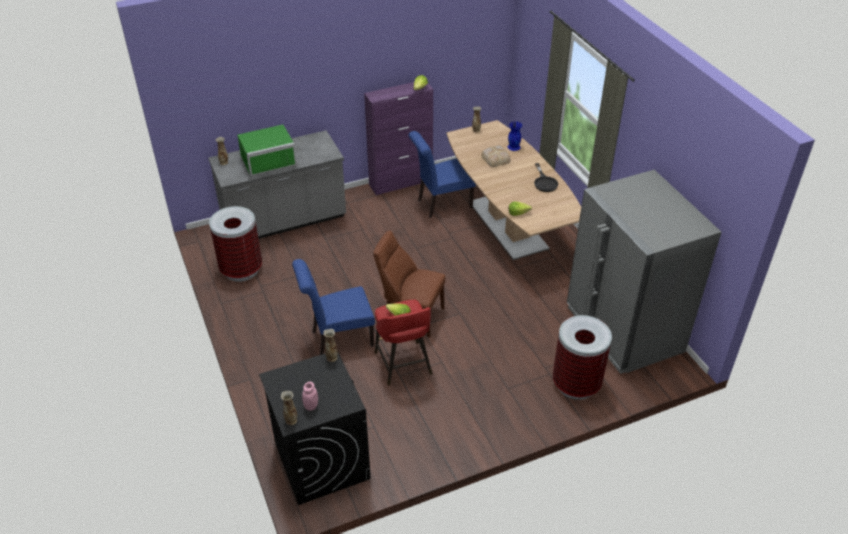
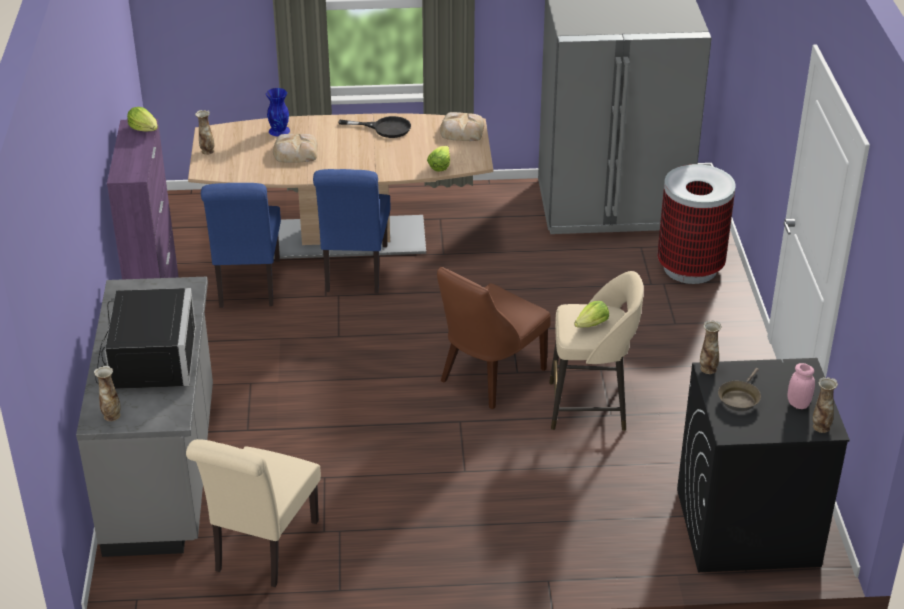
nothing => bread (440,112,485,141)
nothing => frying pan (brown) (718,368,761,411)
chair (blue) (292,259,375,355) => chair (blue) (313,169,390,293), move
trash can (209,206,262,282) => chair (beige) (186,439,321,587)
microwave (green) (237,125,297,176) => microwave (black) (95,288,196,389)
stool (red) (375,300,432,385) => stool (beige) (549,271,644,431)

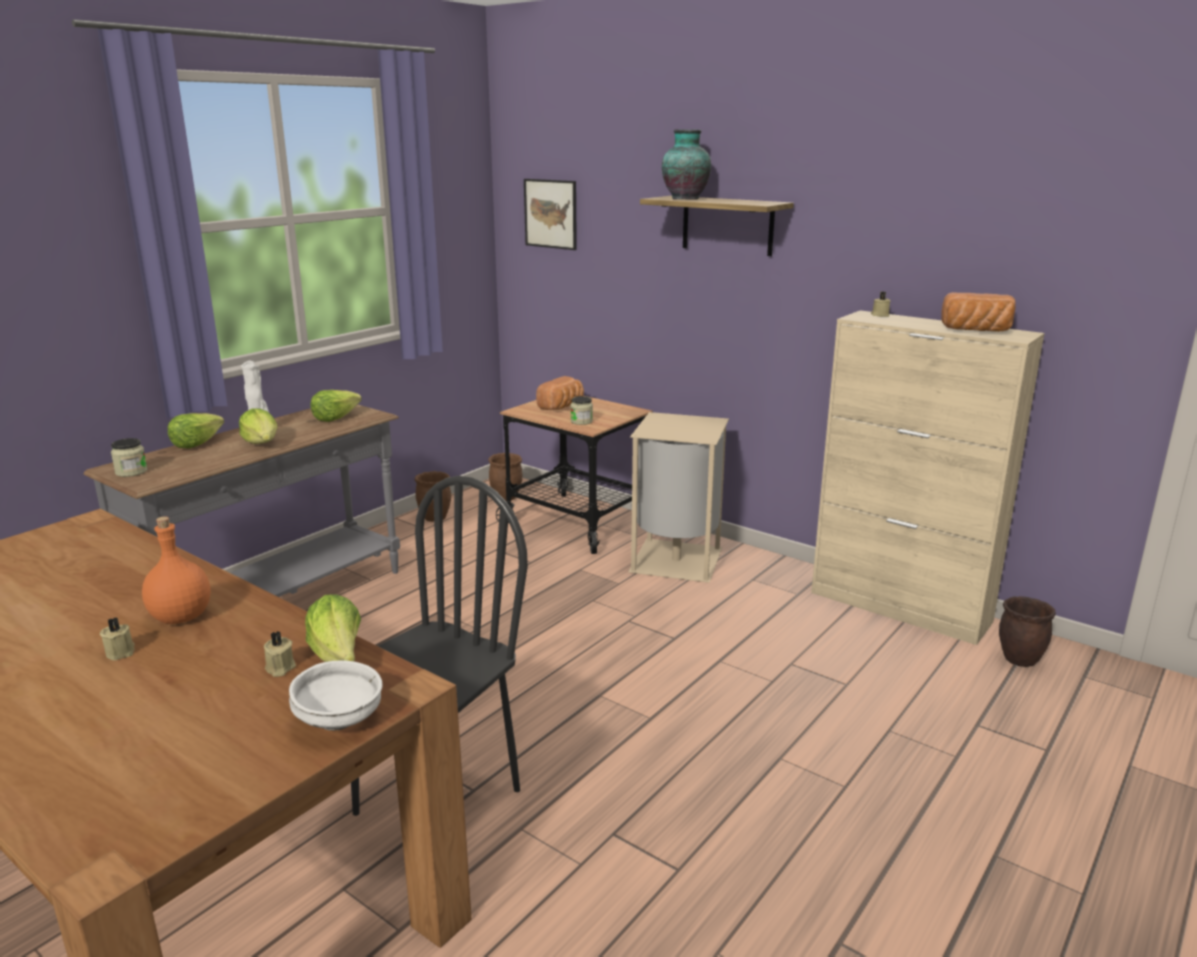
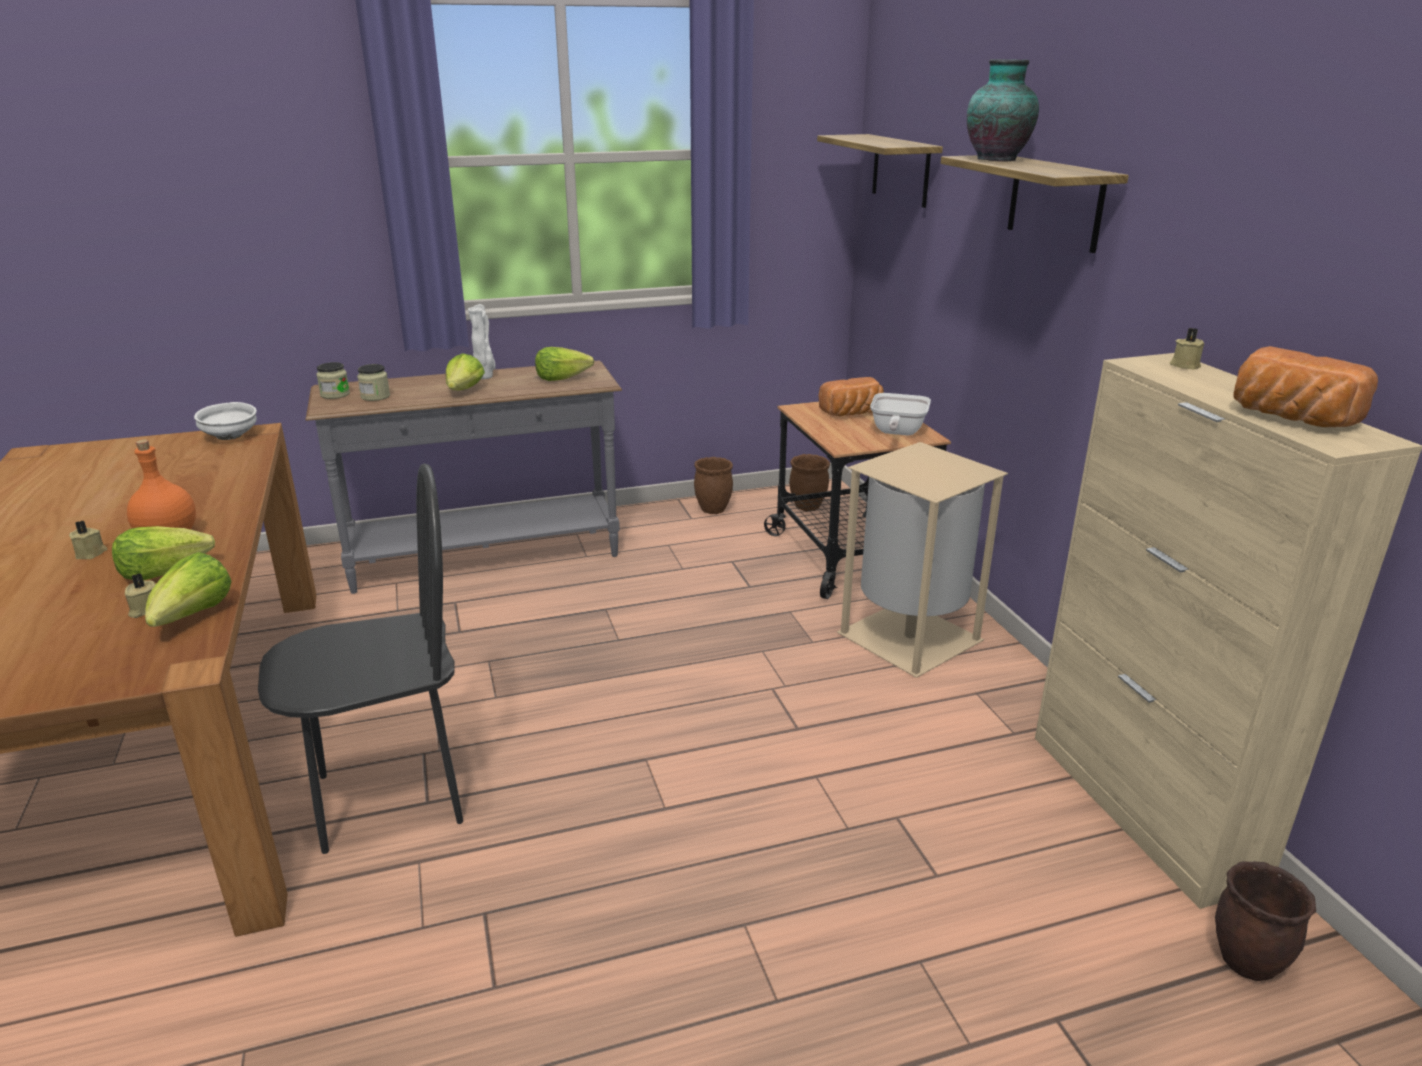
nothing => frying pan (870,393,931,435)
lettuce (168,413,224,448) => lettuce (112,526,215,580), move
bowl (white) (289,661,382,731) => bowl (white) (194,402,257,440), move
jar (571,396,593,425) => jar (357,364,390,401), move
picture (524,179,577,250) => shelf (817,134,943,208)

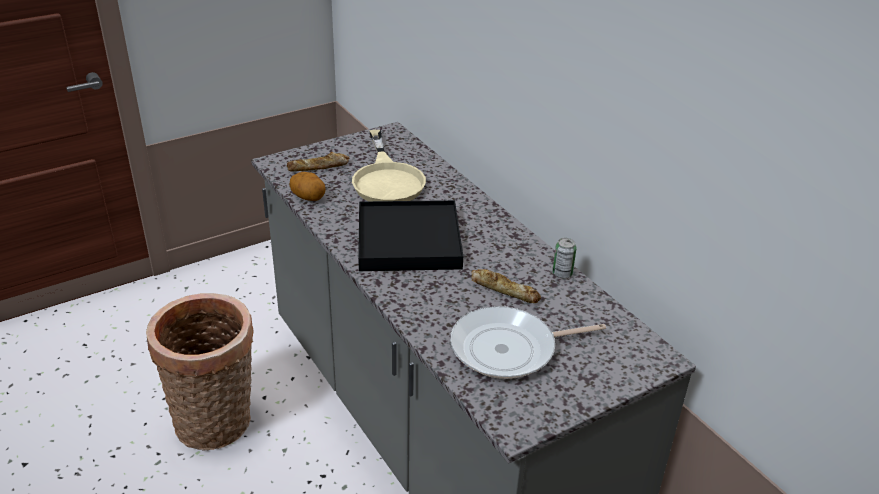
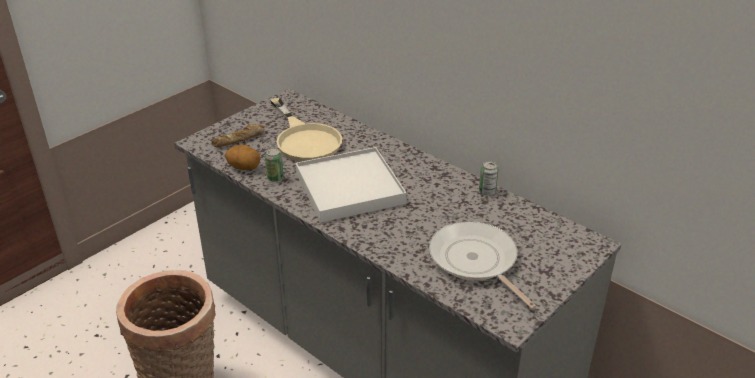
bread (471,269,541,303) => nothing
nothing => can (265,148,284,182)
tray (black) (358,200,463,271) => tray (white) (296,147,407,223)
frying pan (450,306,606,379) => frying pan (429,221,536,309), 90 degrees clockwise

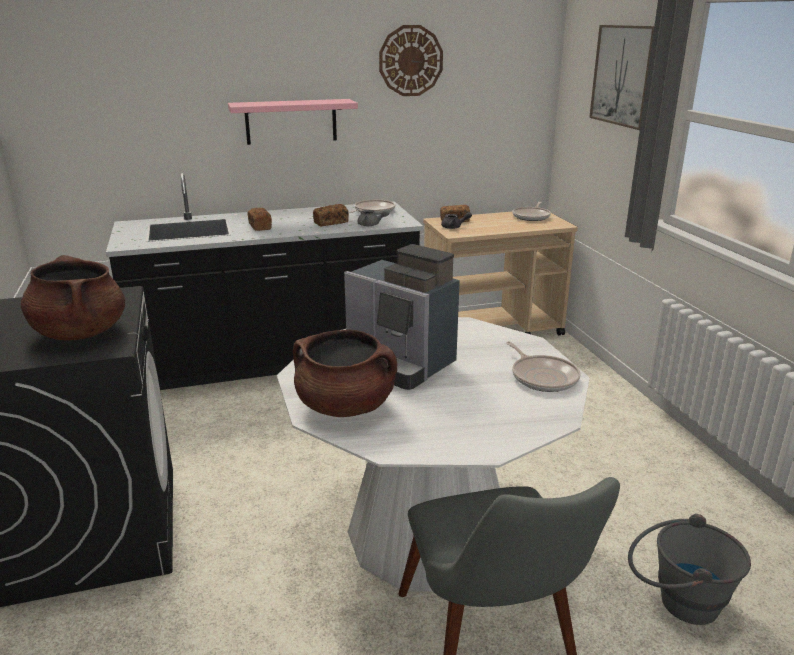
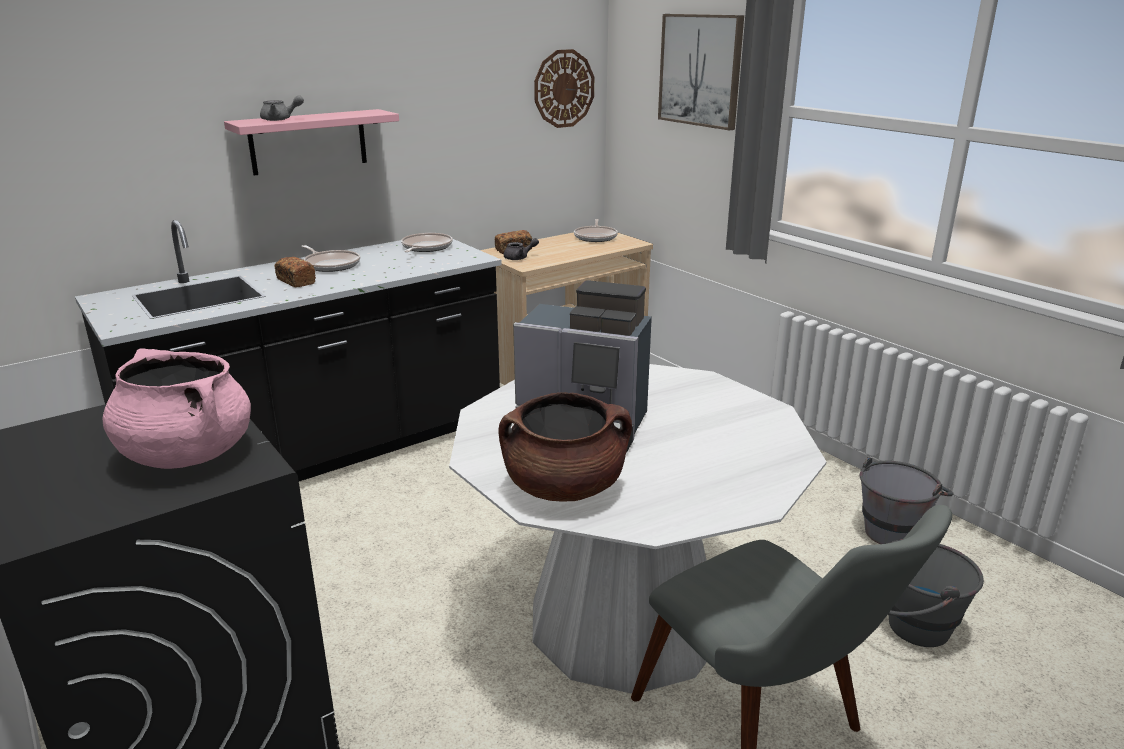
bread (313,204,349,227) => nothing
nothing => bucket (grey) (860,457,954,544)
teapot (grey) (357,209,390,226) => teapot (grey) (260,95,304,121), move
wall clock (379,25,443,96) => wall clock (534,49,594,128), move
frying pan (506,342,581,392) => frying pan (301,245,360,272), move
cooking pot (brown) (21,255,125,340) => cooking pot (pink) (102,348,251,469)

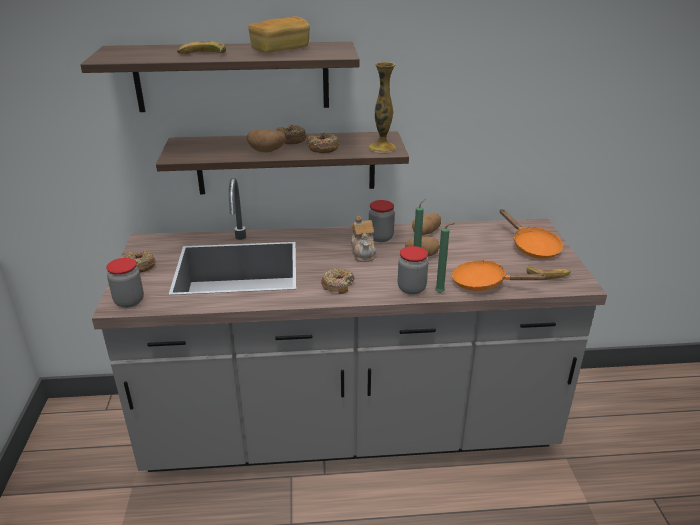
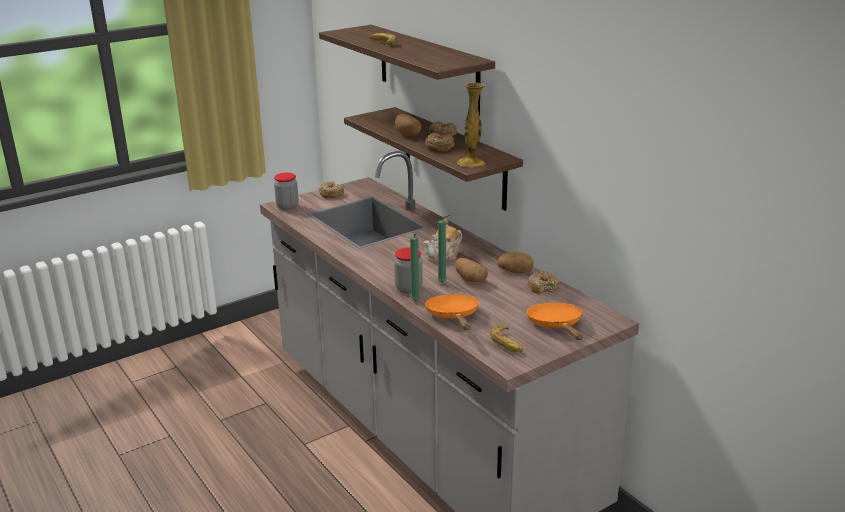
bread (248,16,310,53) => nothing
jar (369,200,395,242) => nothing
donut (321,268,354,294) => donut (527,271,559,294), move
frying pan (orange) (500,209,563,259) => frying pan (orange) (527,302,583,340), 135 degrees clockwise

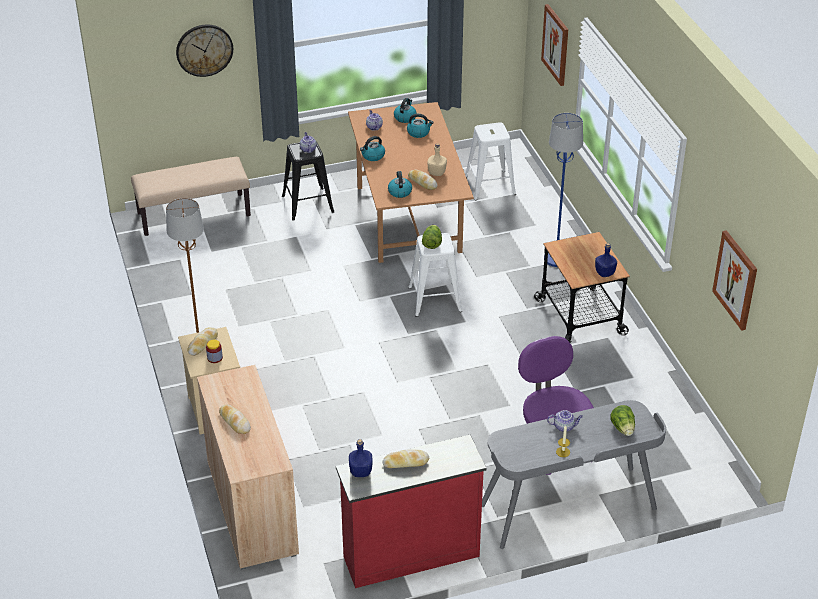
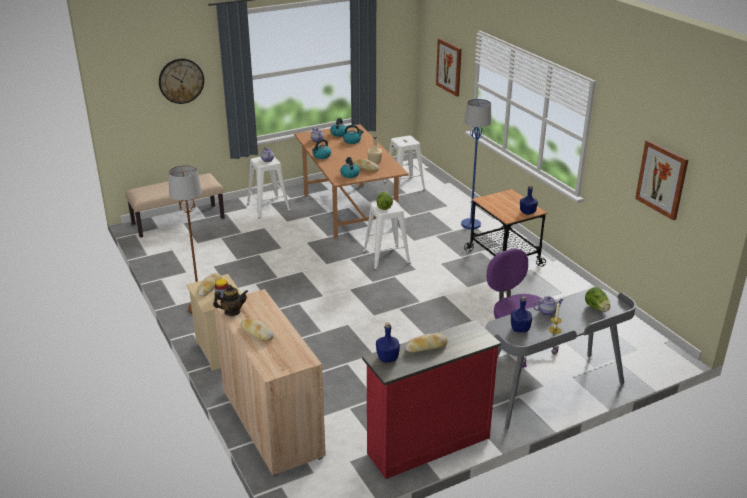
nothing => teapot (213,285,248,316)
nothing => bottle (blue) (511,296,532,333)
stool (black) (282,141,334,220) => stool (white) (247,157,291,218)

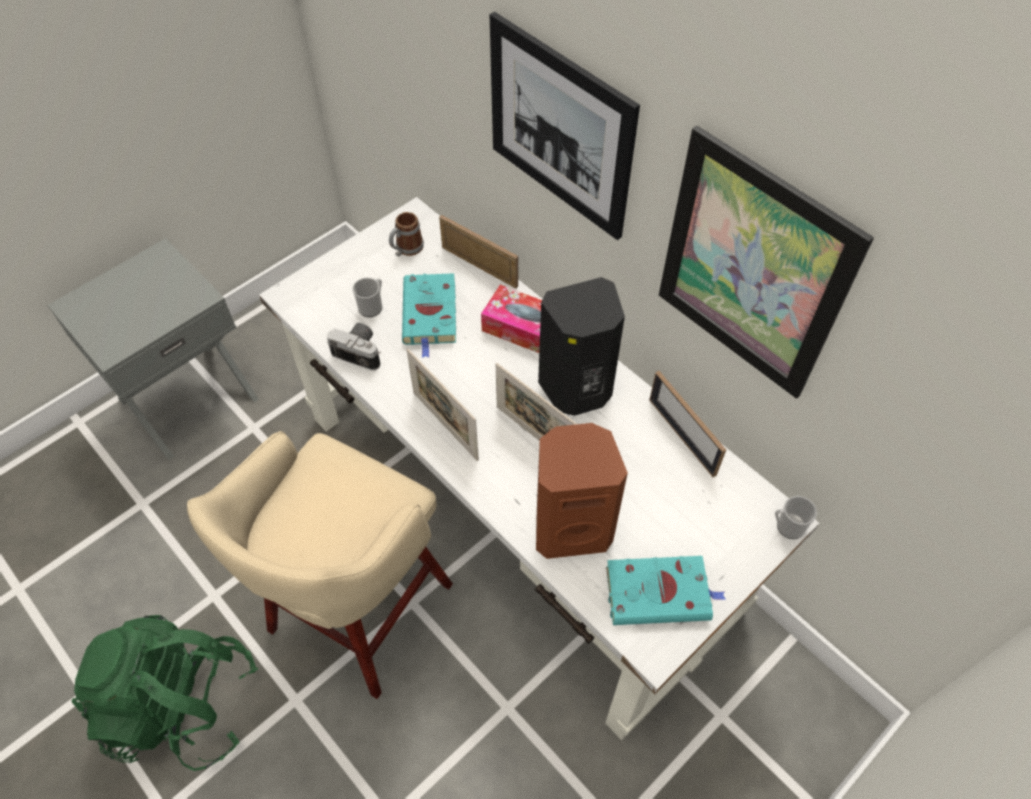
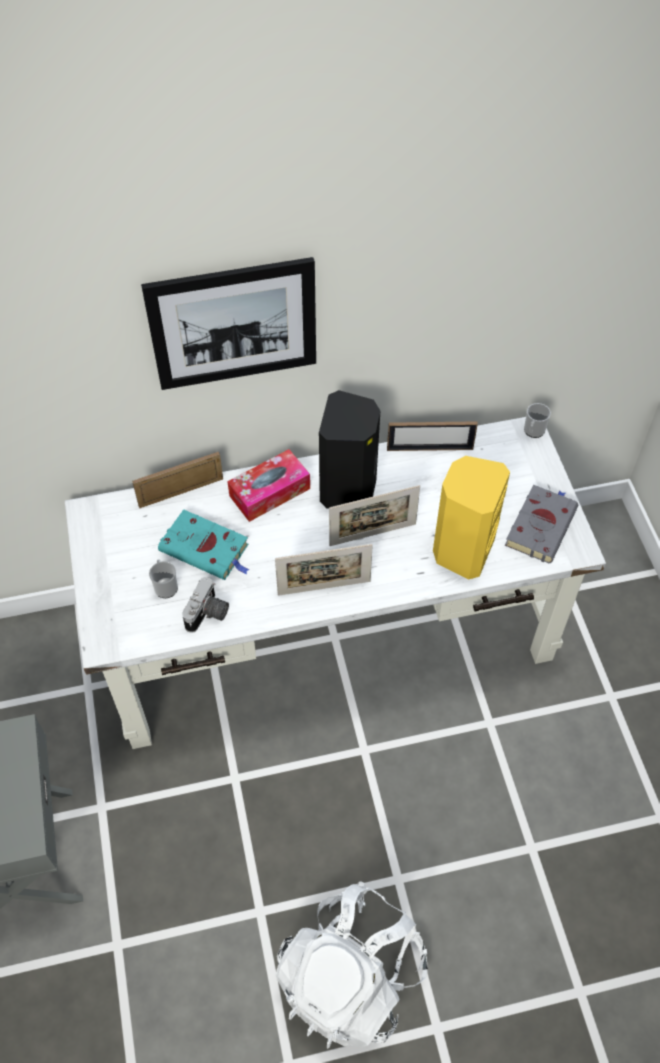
stool (beige) (187,431,453,699) => nothing
mug (389,212,424,257) => nothing
picture (659,126,874,399) => nothing
backpack (green) (71,615,258,771) => backpack (white) (275,881,428,1049)
speaker (brown) (536,423,628,559) => speaker (yellow) (433,456,510,580)
book (turquoise) (606,556,726,625) => book (grey) (505,485,578,563)
photo camera (327,323,381,371) => photo camera (182,577,229,633), 150 degrees clockwise

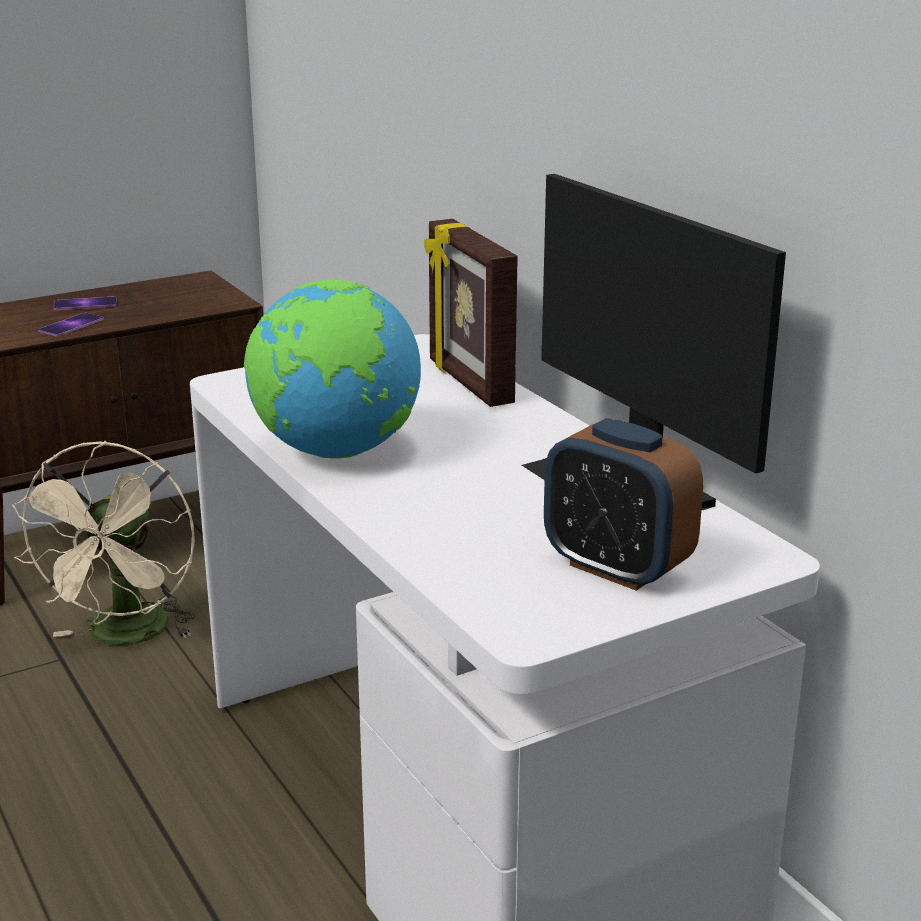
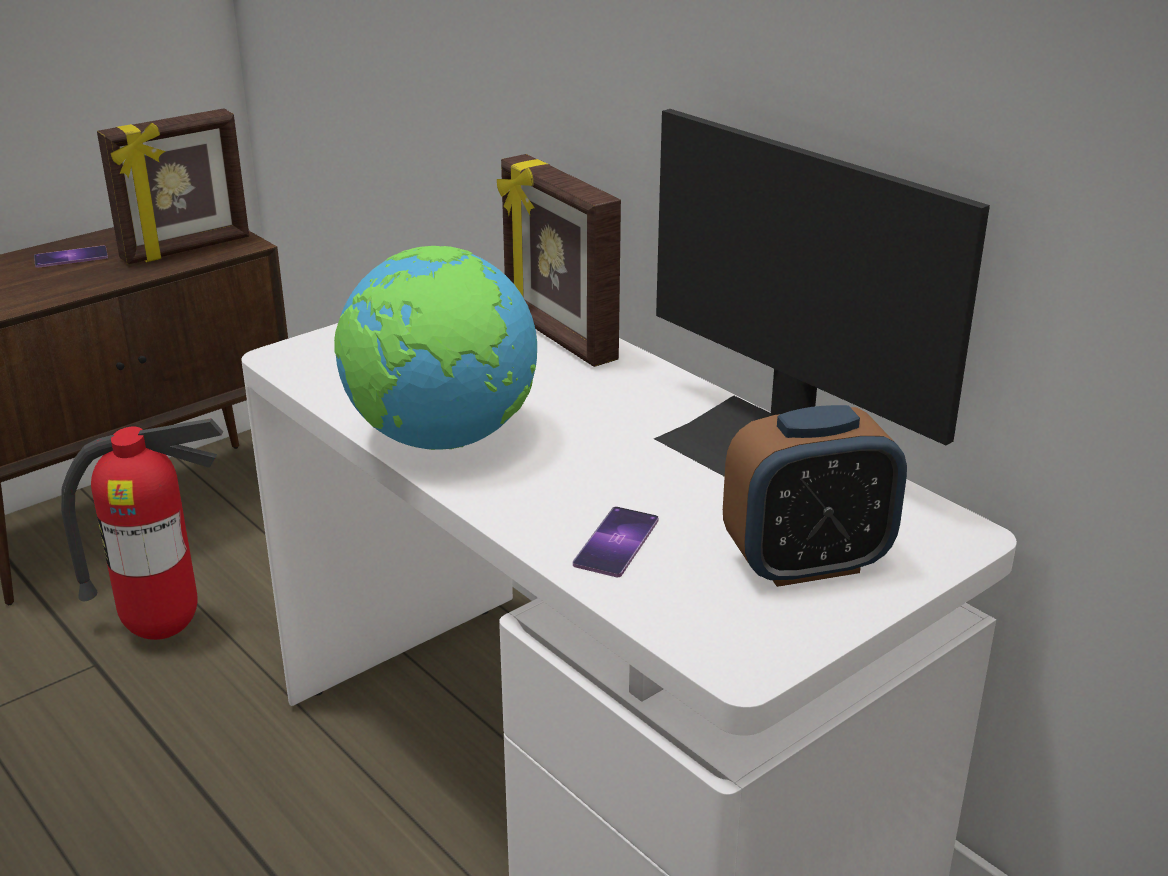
nothing => picture frame (97,108,249,264)
phone (38,313,104,337) => phone (573,506,658,577), move
fan (beige) (12,441,196,645) => fire extinguisher (61,418,223,640)
alarm clock (544,418,703,591) => alarm clock (723,405,907,587), 45 degrees counterclockwise

